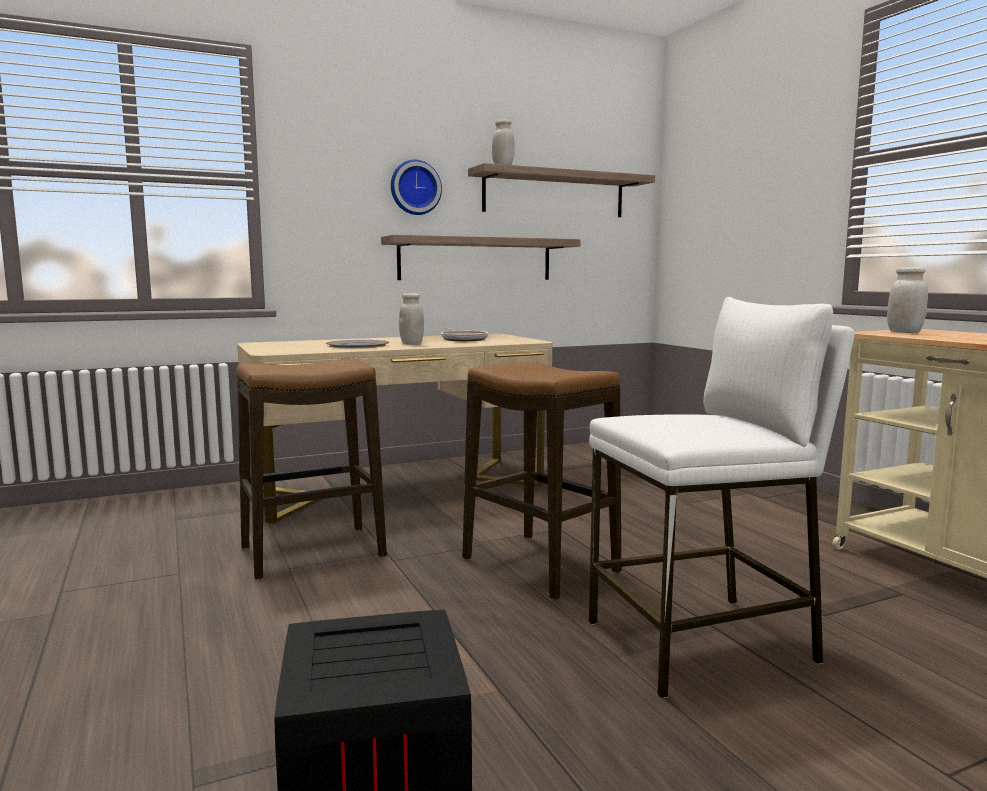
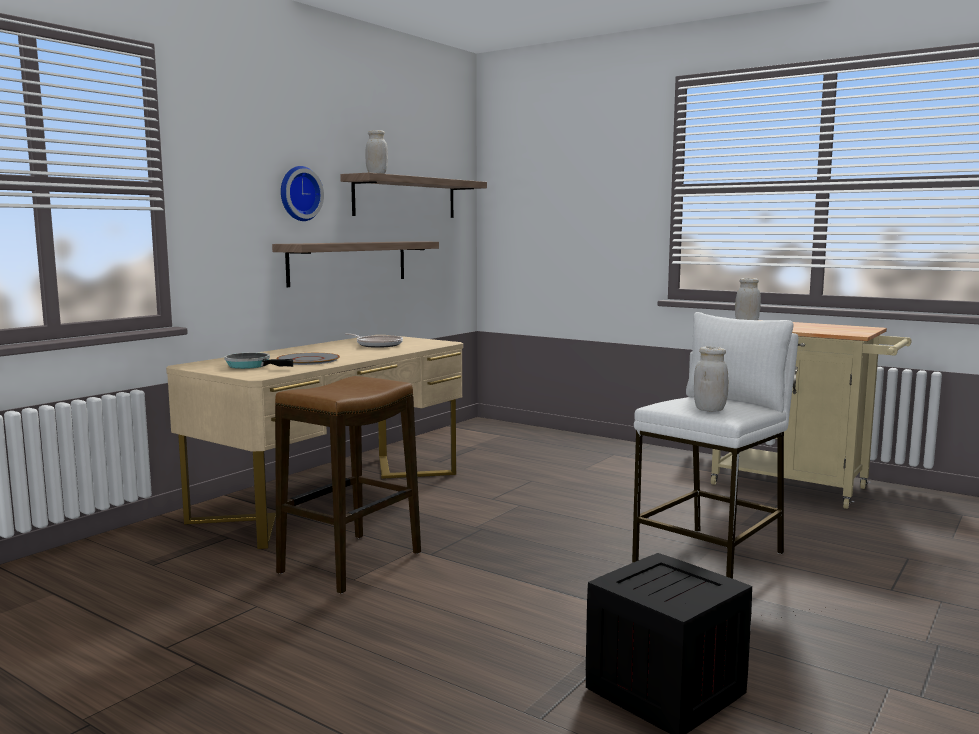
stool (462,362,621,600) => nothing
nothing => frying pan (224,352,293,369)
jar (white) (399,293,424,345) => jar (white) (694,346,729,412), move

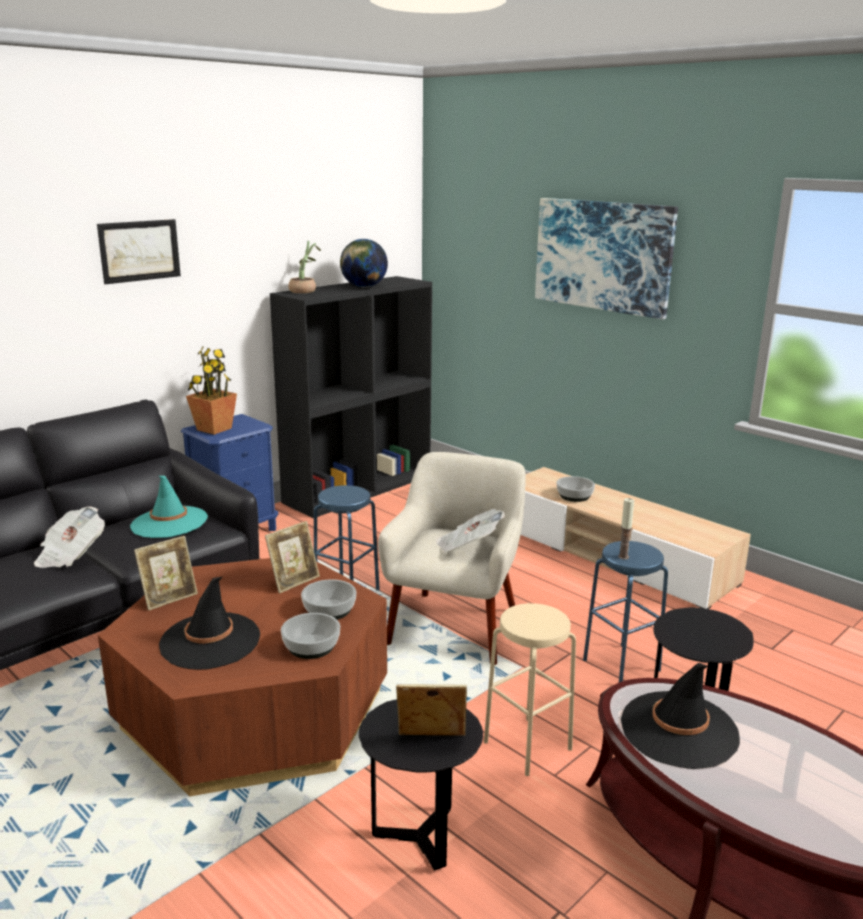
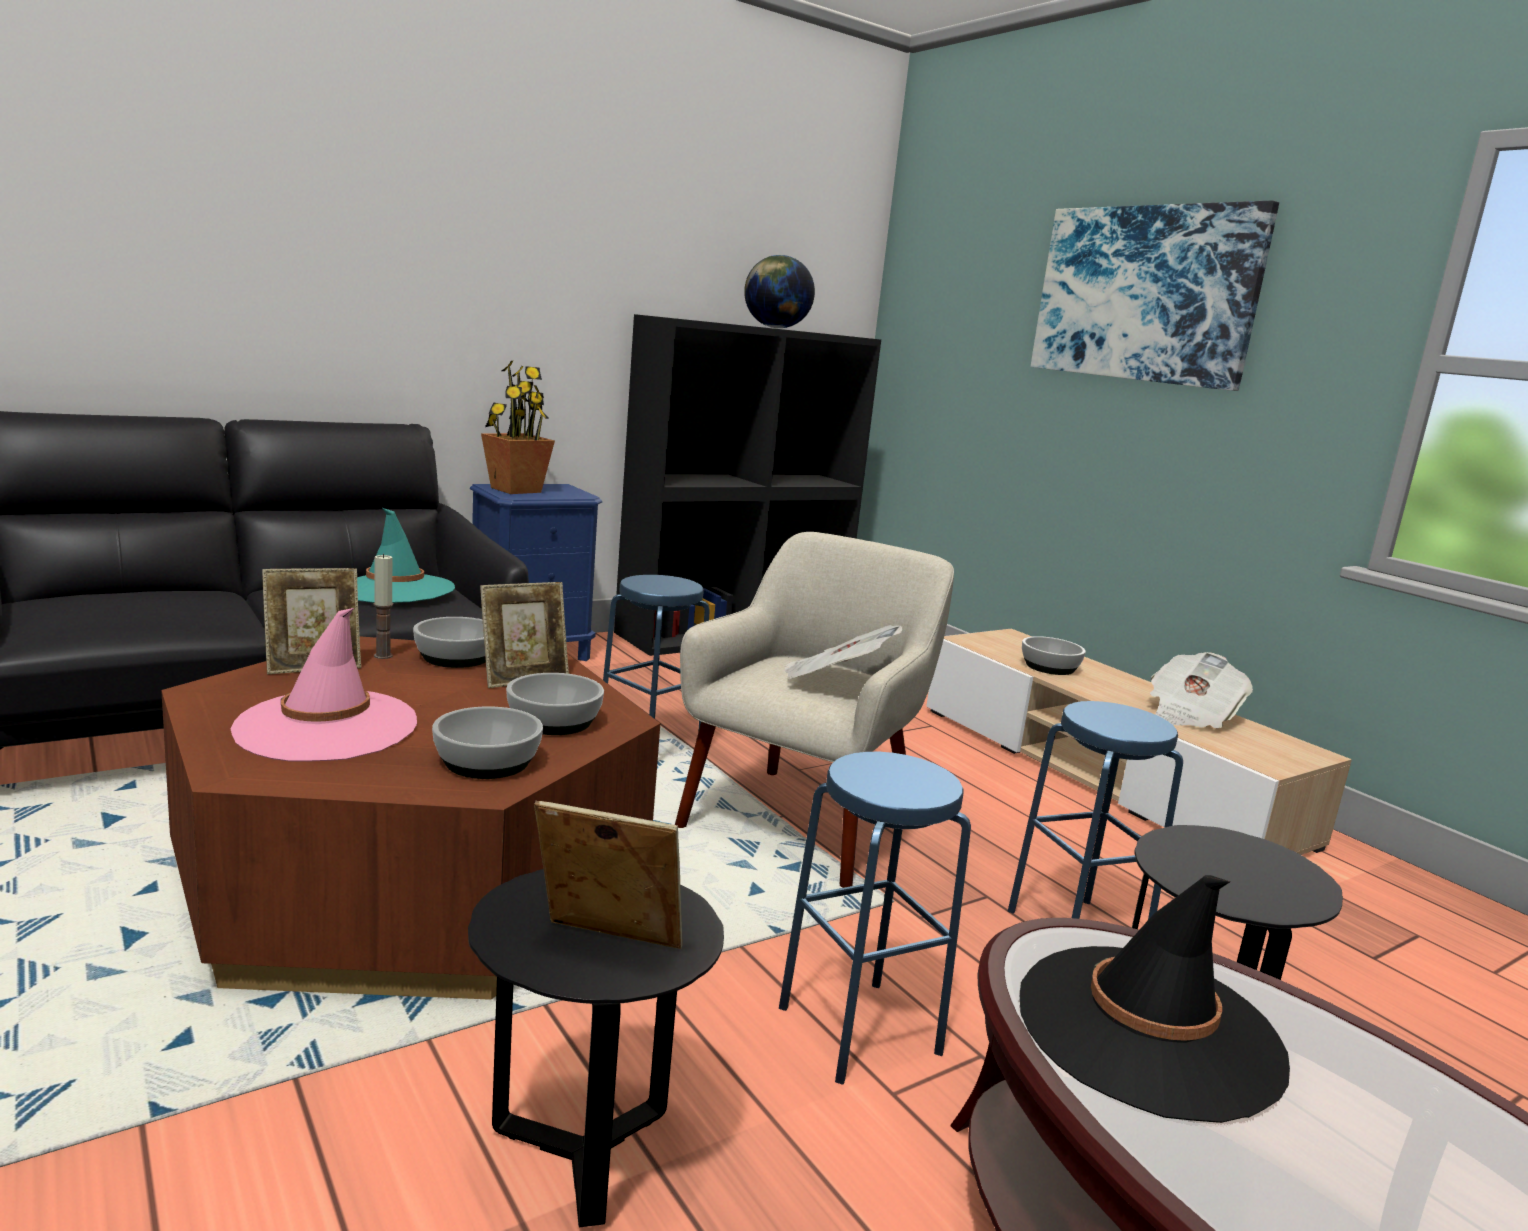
picture (97,219,181,284) => nothing
potted plant (288,241,321,293) => nothing
nothing => bowl (413,617,486,668)
newspaper (34,506,105,568) => newspaper (1150,652,1253,728), move
candle (618,498,634,559) => candle (374,554,393,659), move
hat (black) (159,577,260,670) => hat (pink) (230,608,417,762)
stool (beige) (484,603,576,776) => stool (blue) (779,752,971,1085)

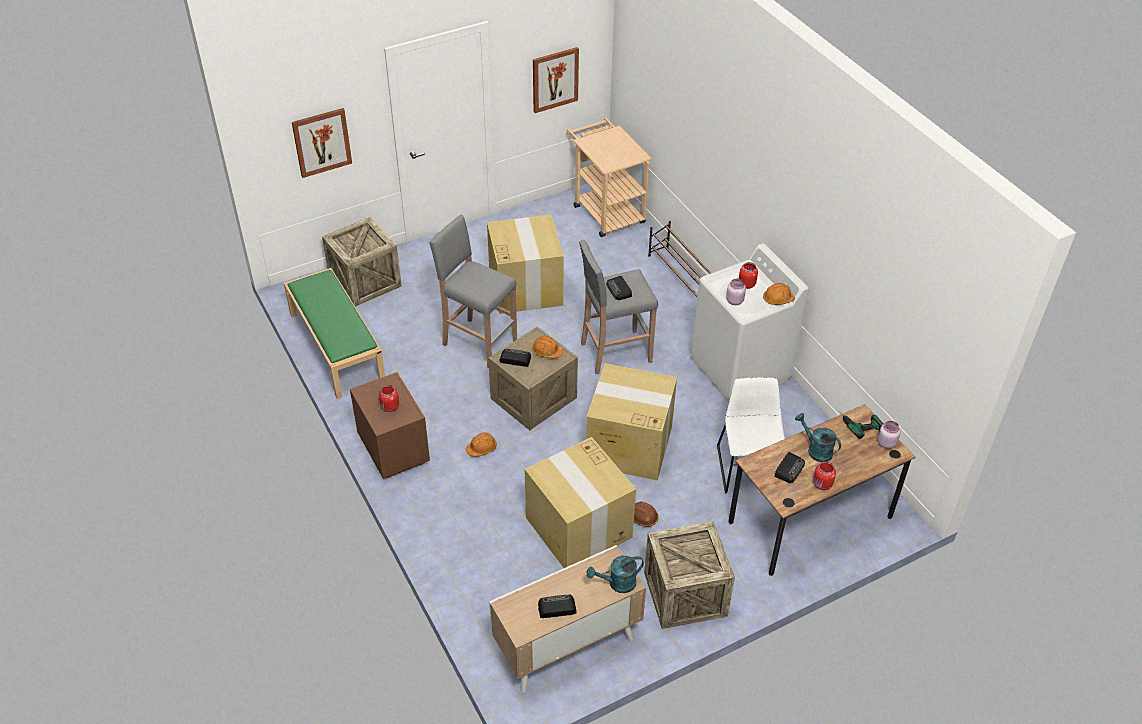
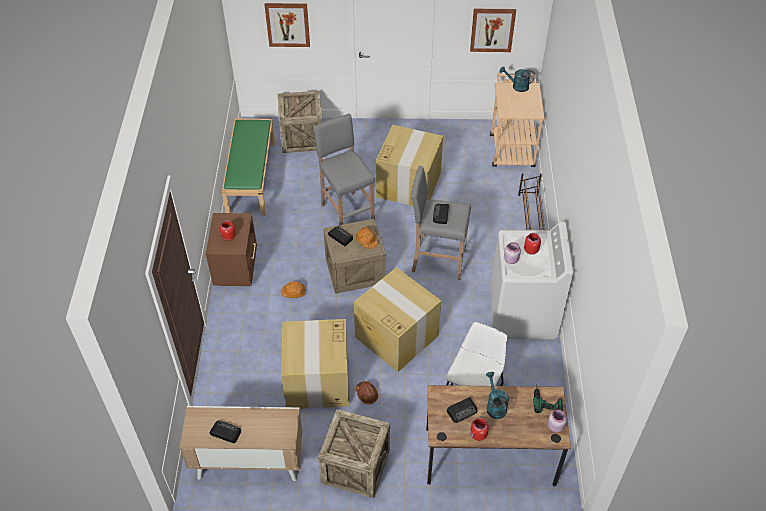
hard hat (orange) (763,283,795,305) => nothing
watering can (turquoise) (587,556,644,593) => watering can (turquoise) (500,66,535,92), move

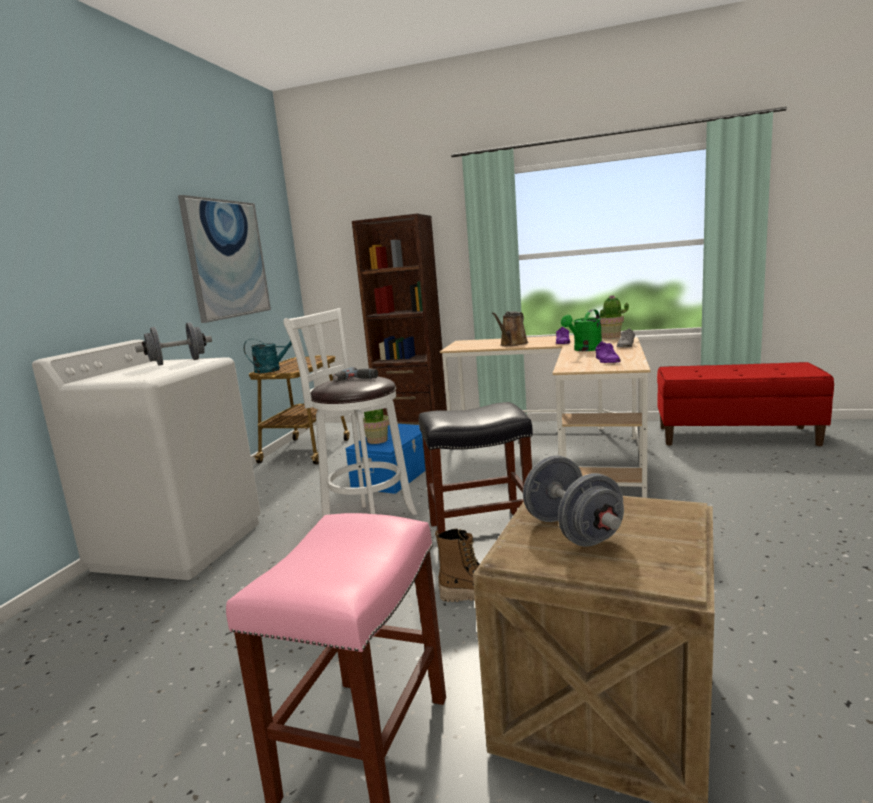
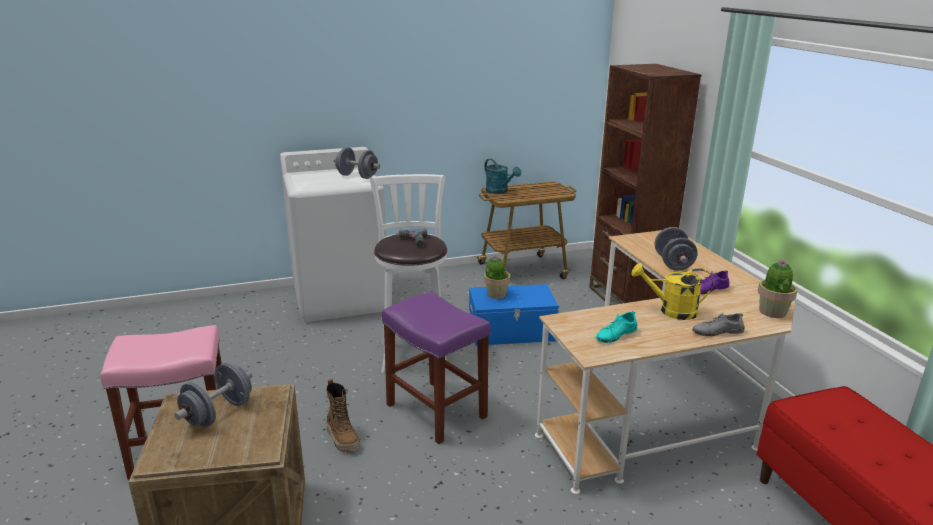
picture (178,195,271,323) => nothing
watering can (brown) (492,311,529,346) => dumbbell (grey) (654,227,698,271)
stool (black) (419,402,533,534) => stool (purple) (382,292,491,444)
watering can (green) (561,310,602,351) => watering can (yellow) (631,263,713,320)
shoe (purple) (596,341,621,363) => shoe (turquoise) (596,311,637,343)

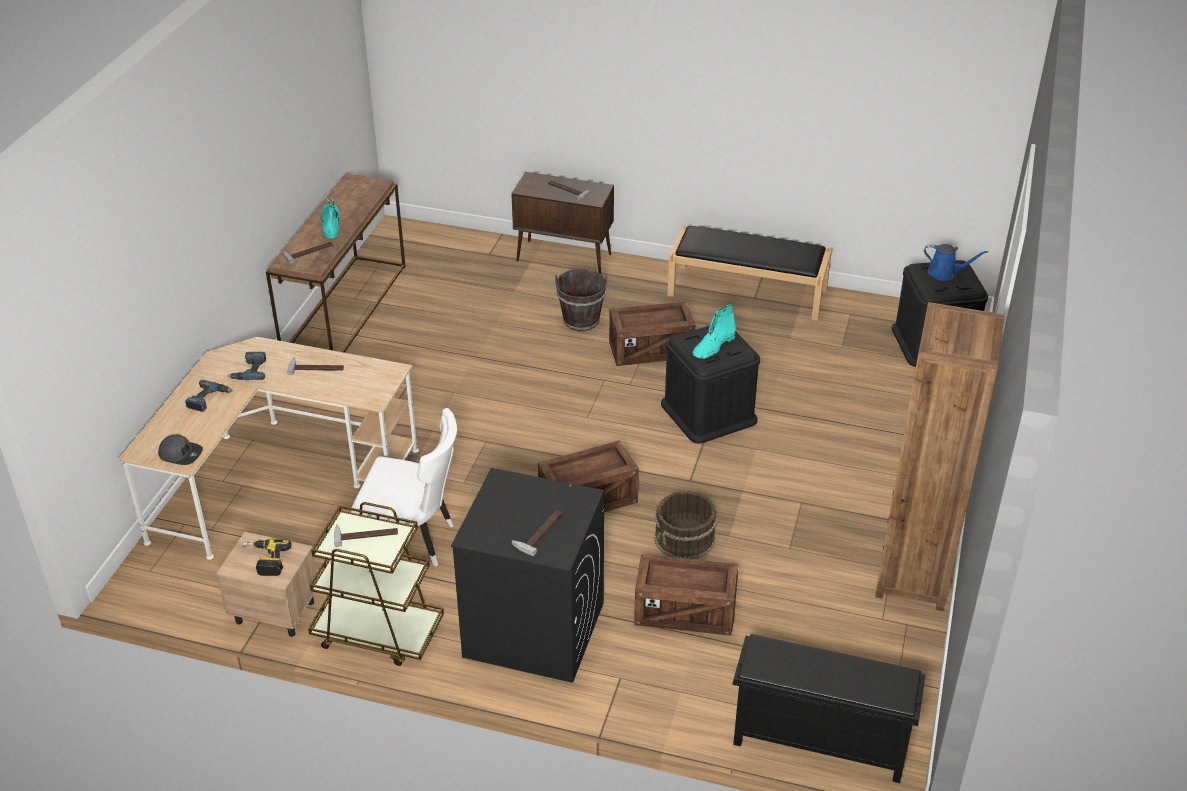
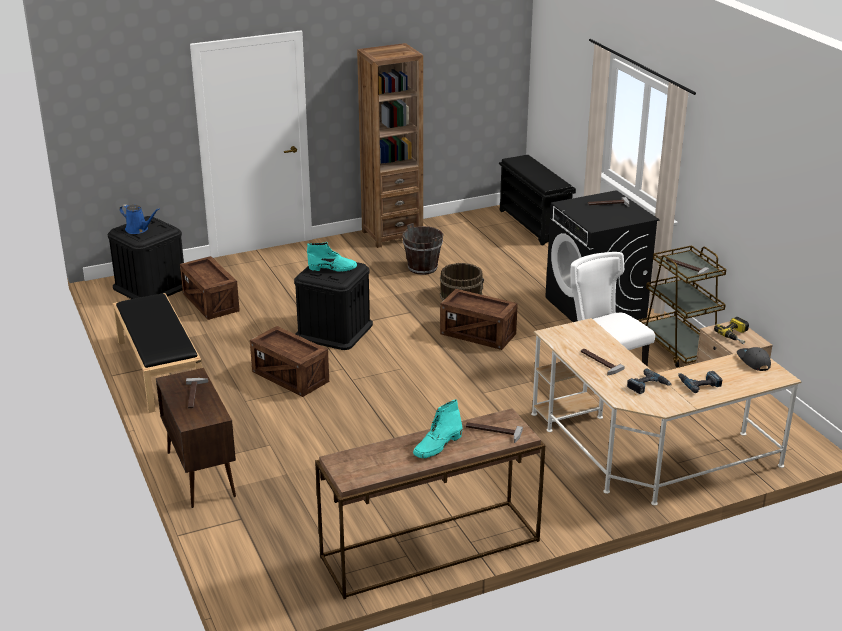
bucket (brown) (555,269,607,331) => bucket (brown) (402,223,444,275), move
crate (634,554,738,636) => crate (180,256,240,320), move
watering can (blue) (924,244,988,281) => watering can (blue) (120,204,160,234), 135 degrees clockwise

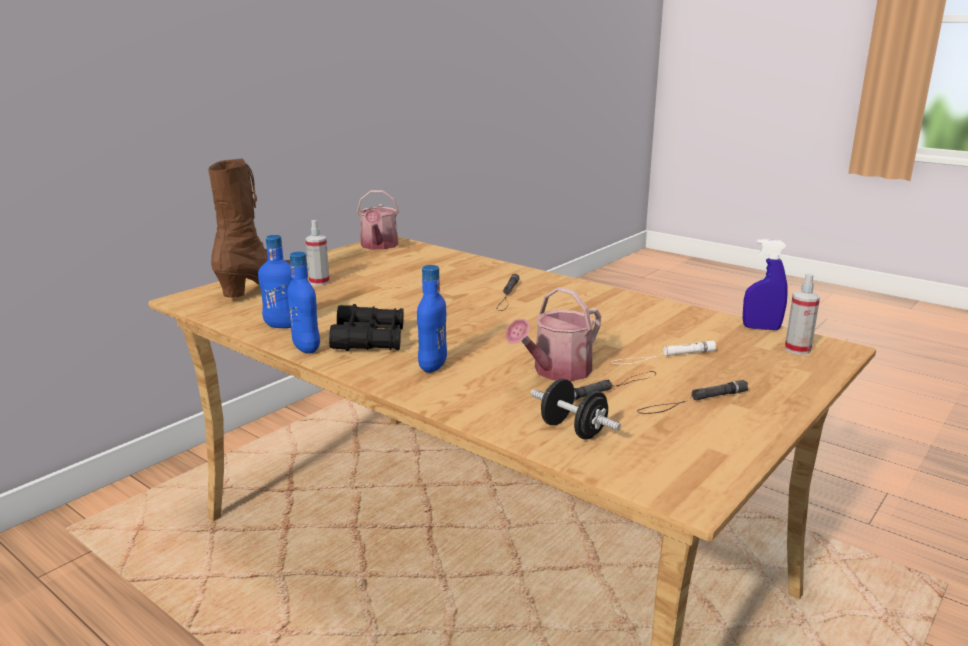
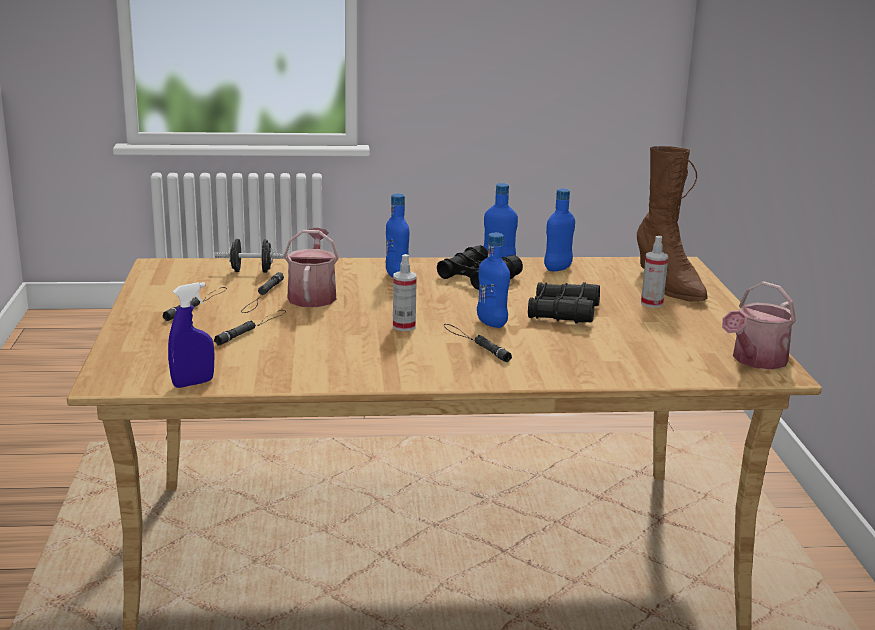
nothing => bottle (blue) (477,233,510,328)
nothing => binoculars (black) (528,282,600,324)
spray bottle (785,273,820,355) => spray bottle (393,254,417,331), move
flashlight (white) (611,341,716,364) => flashlight (black) (214,310,286,346)
watering can (357,190,399,250) => watering can (722,281,796,369), 90 degrees counterclockwise

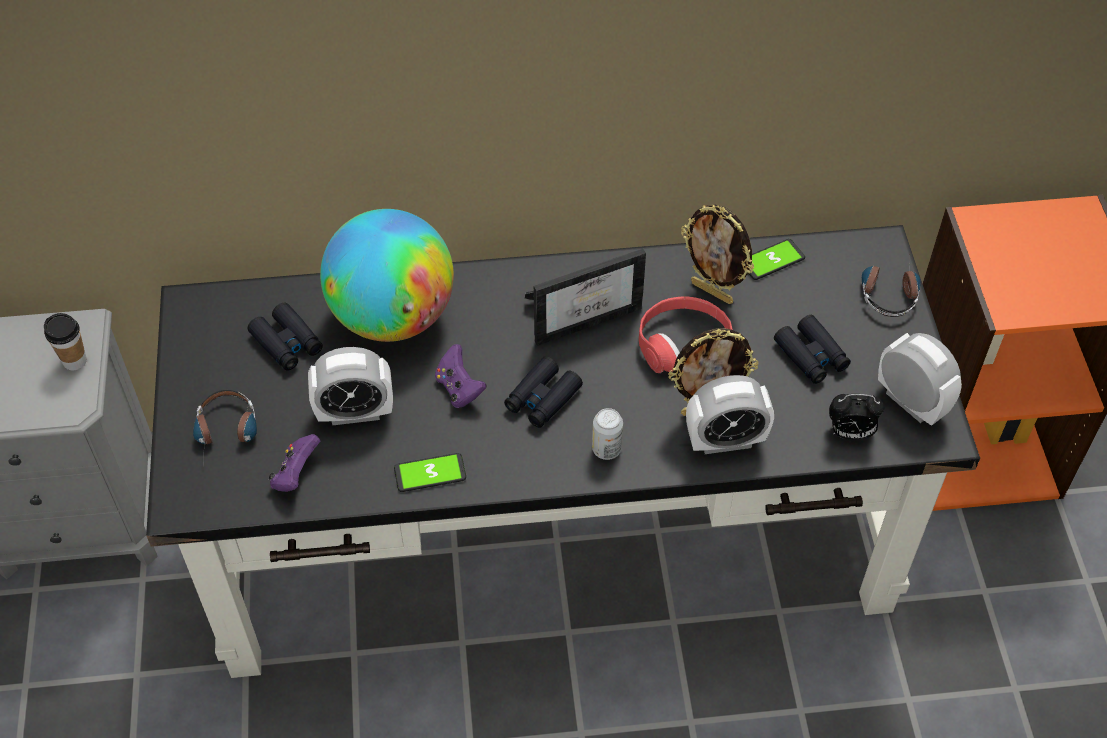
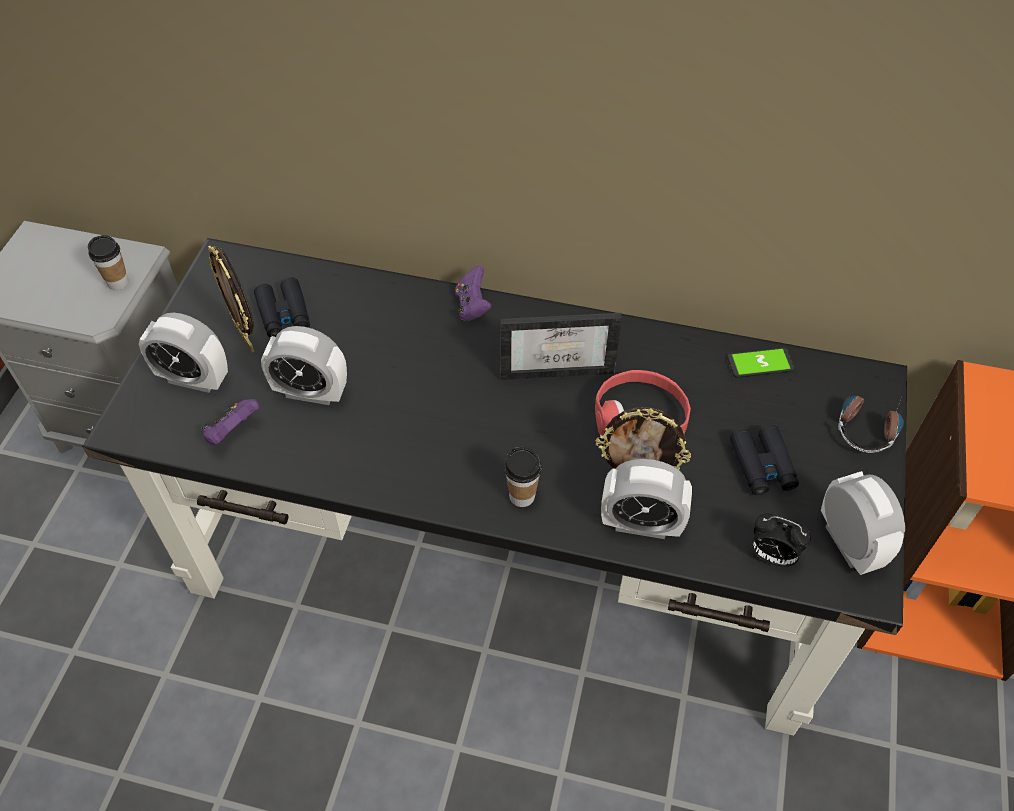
globe (320,209,454,342) => nothing
phone (394,453,466,492) => nothing
binoculars (black) (504,356,583,428) => nothing
game controller (purple) (435,344,486,408) => game controller (purple) (455,266,492,321), move
picture frame (681,204,754,304) => picture frame (208,246,254,352), move
headphones (193,390,257,467) => alarm clock (139,313,228,393)
can (592,408,623,460) => cup (504,447,542,507)

